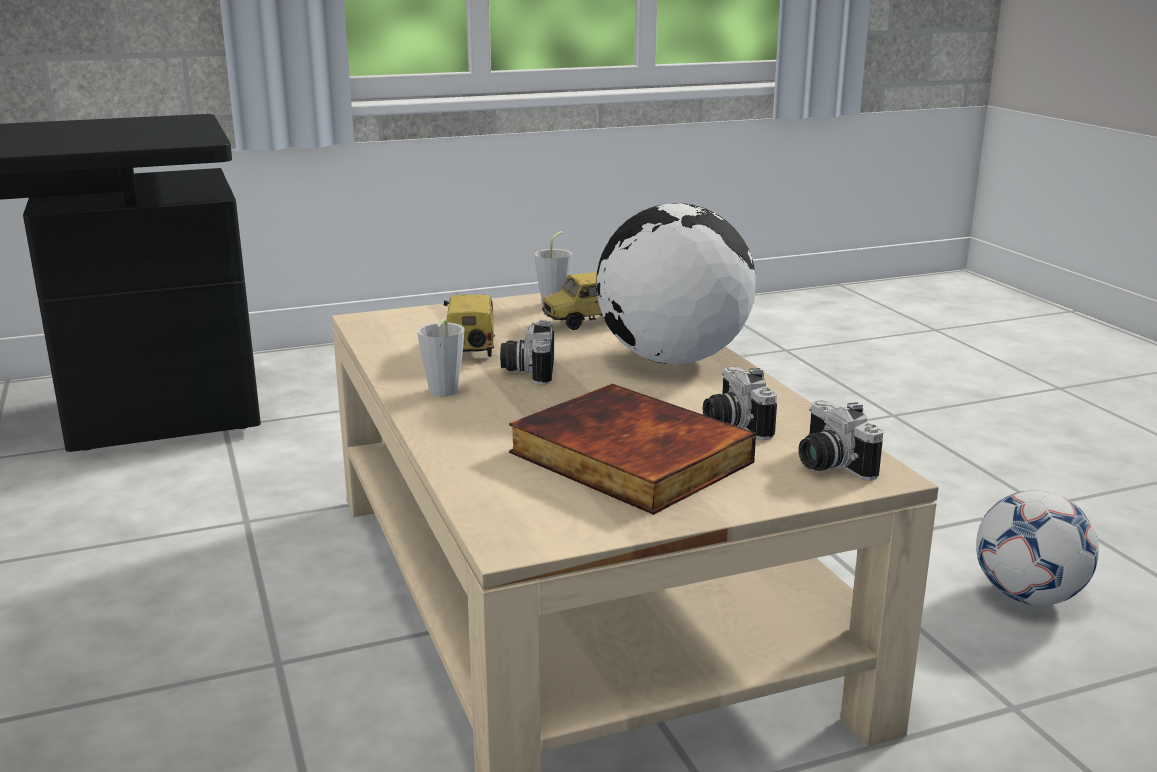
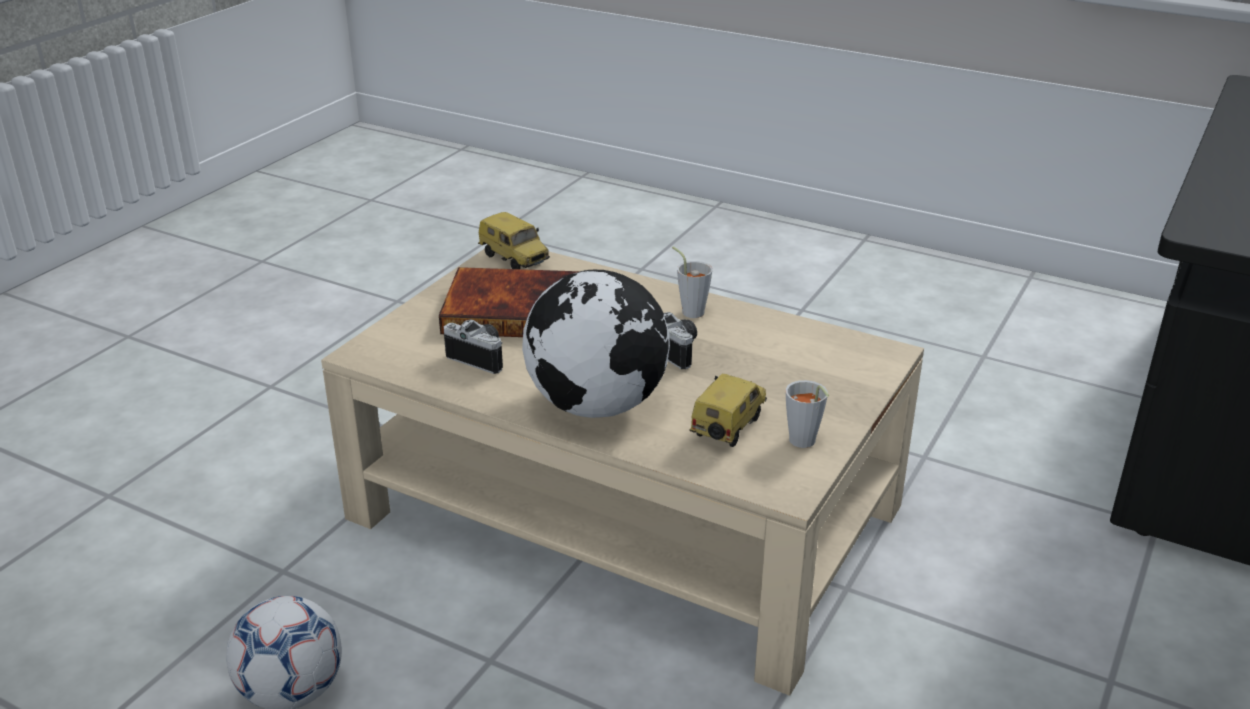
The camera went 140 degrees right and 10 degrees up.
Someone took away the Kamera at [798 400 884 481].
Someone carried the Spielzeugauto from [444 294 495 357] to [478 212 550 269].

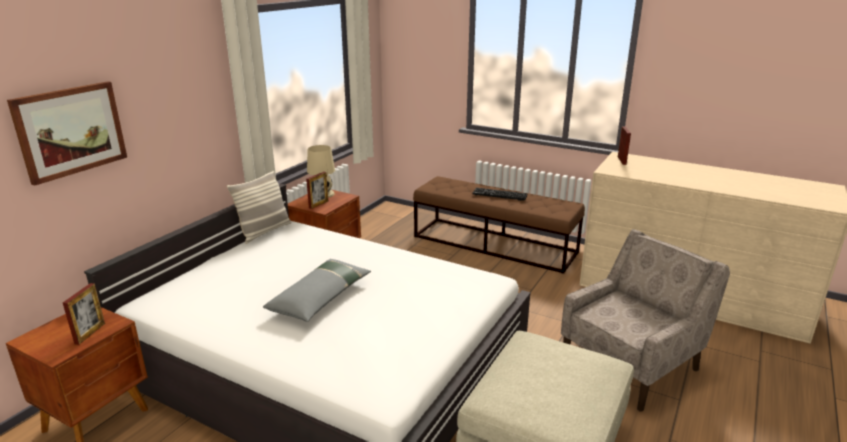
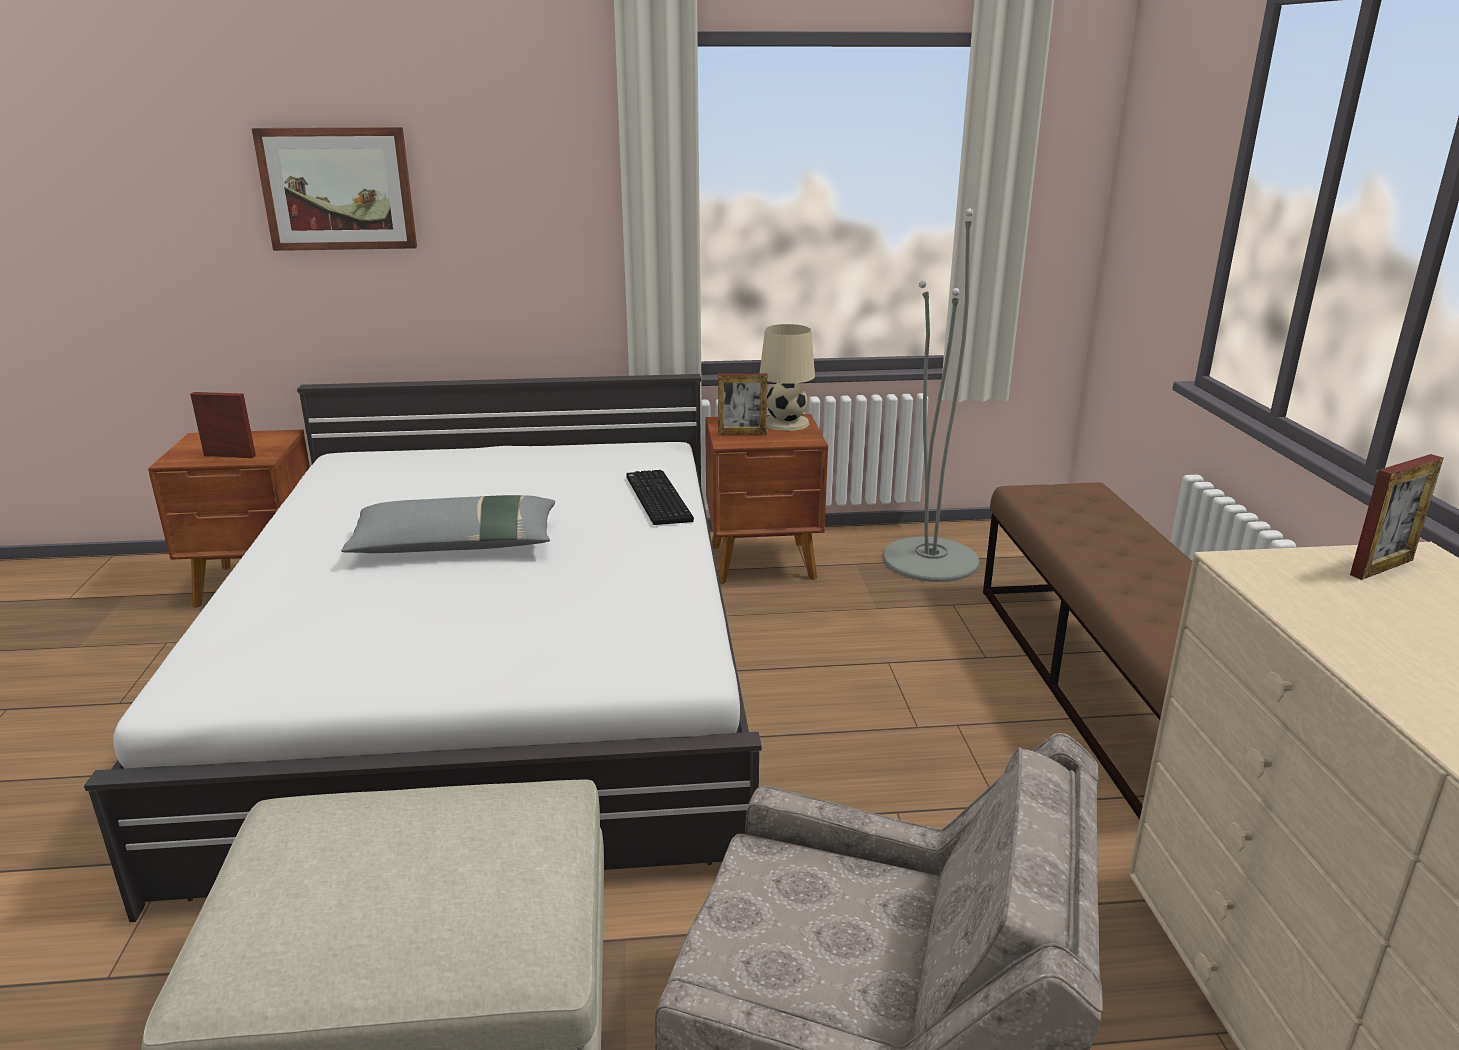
The camera went 55 degrees right and 0 degrees up.
Someone took away the Kissen at [227 170 292 244].
Someone put down the Stehlampe/grau at [883 208 979 582].
Someone carried the Tastatur from [473 188 527 201] to [627 470 694 525].
Someone rotated the Bilderrahmen at [63 283 105 345] by 150 degrees counterclockwise.

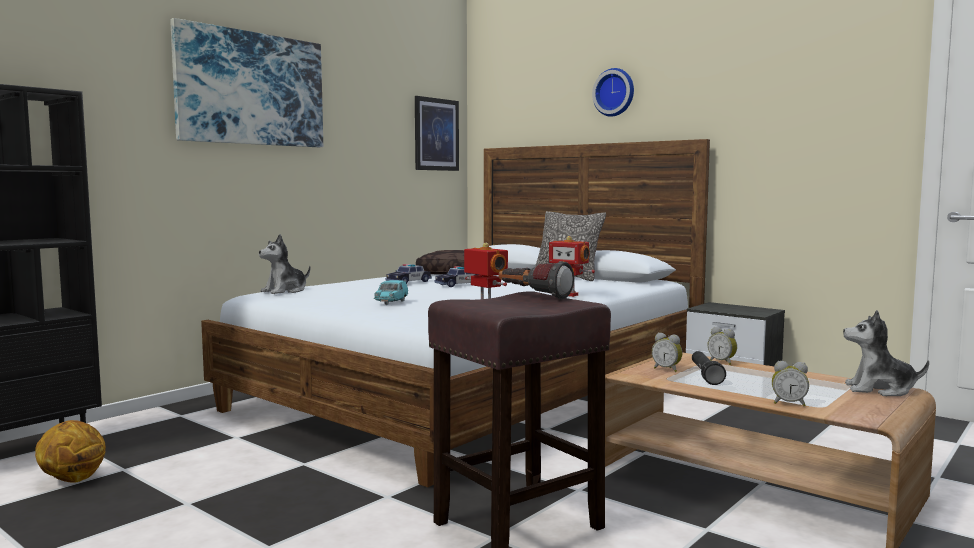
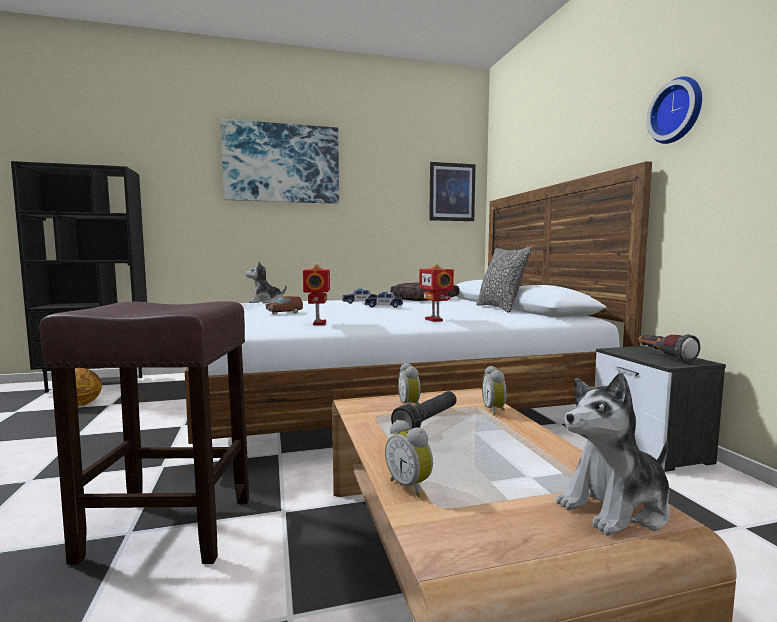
The camera went 35 degrees right and 0 degrees up.
Someone carried the Taschenlampe from [498 261 574 299] to [638 334 700 363].
Someone carried the Wanduhr from [592 68 634 117] to [646 76 702 144].
Someone repainted the Spielzeugauto/türkis at [374 280 408 305], which became the Spielzeugauto/braun at [265 296 303 314].
Someone rotated the Plüschtier at [843 310 929 396] by 75 degrees counterclockwise.

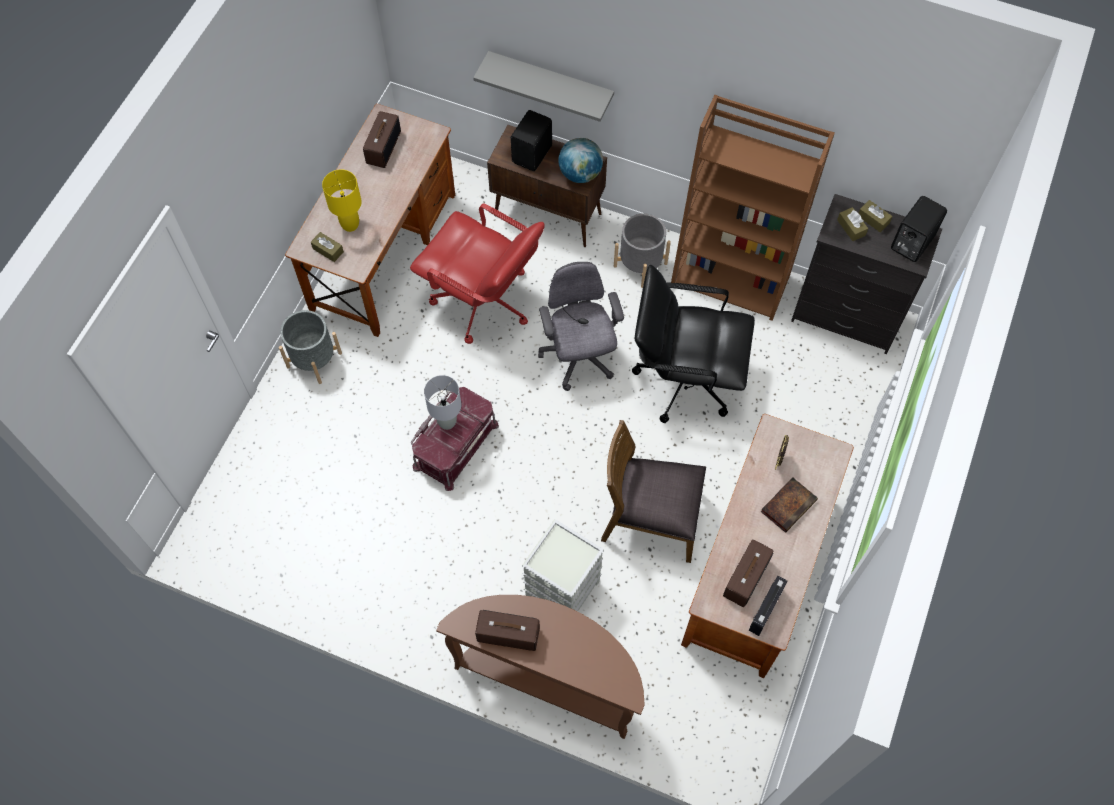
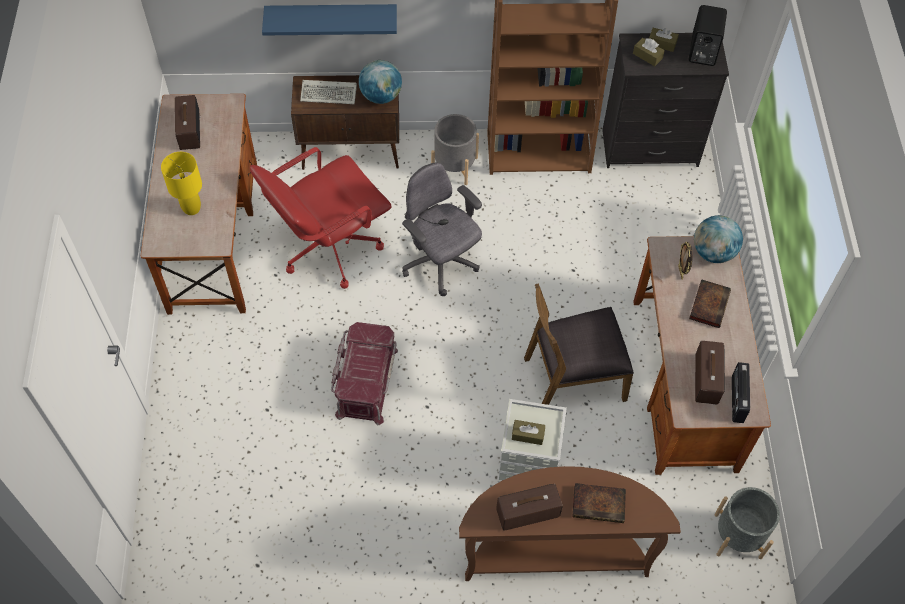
The camera went 25 degrees left and 5 degrees down.
Someone took away the Tischlampe/grau at [424 375 461 430].
Someone took away the Bürostuhl/schwarz at [632 265 755 423].
Someone put down the Buch at [573 483 626 523].
Someone put down the Globus at [694 215 743 263].
Someone carried the Pflanzkübel/grau from [279 310 342 384] to [714 487 780 559].
Someone carried the Taschentuchbox/braun from [311 232 344 262] to [512 420 545 445].
Someone swapped the Lautsprecher/schwarz at [511 110 552 171] for the Tastatur at [300 80 357 104].
Someone repainted the Wandregal/grau at [473 51 614 122], which became the Wandregal/blau at [262 4 397 36].
Someone rotated the Bürostuhl/rot at [410 204 545 344] by 135 degrees clockwise.

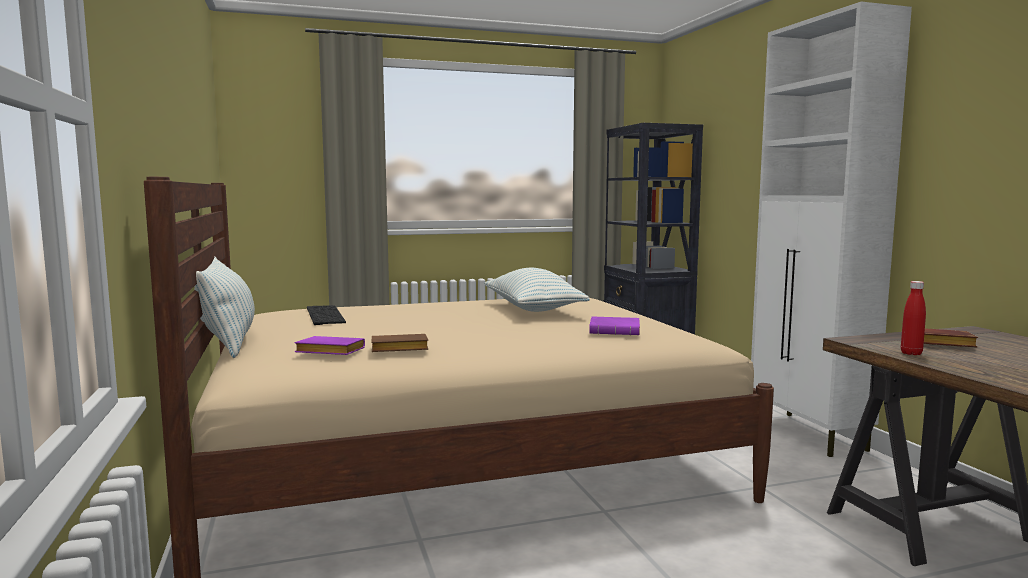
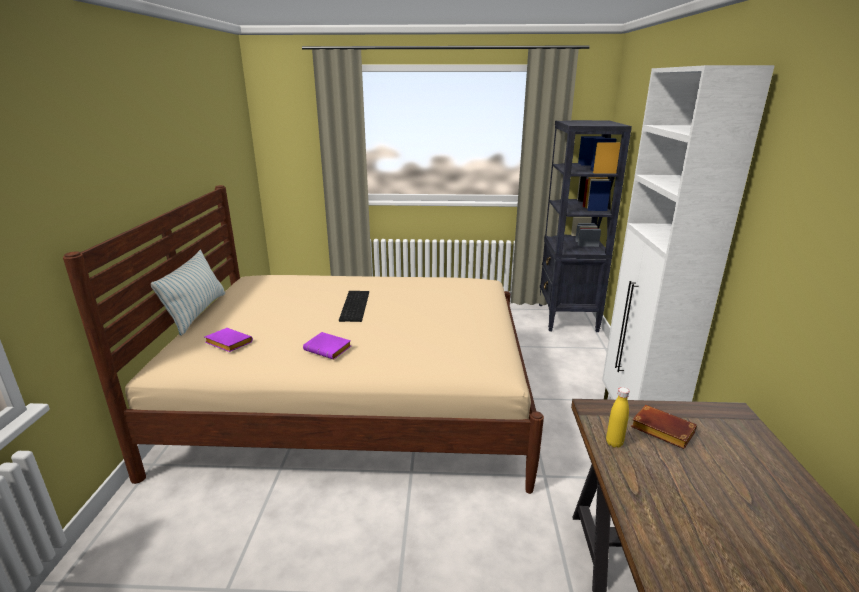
The camera went 20 degrees right and 15 degrees up.
Someone took away the Buch/braun at [372 334 428 352].
Someone took away the Kissen at [484 268 590 312].
Someone carried the Tastatur from [307 305 346 325] to [339 291 369 322].
Someone carried the Buch/lila from [589 317 640 335] to [303 332 351 360].
Someone repainted the Flasche/rot at [901 281 926 355], which became the Flasche/gelb at [606 387 629 448].

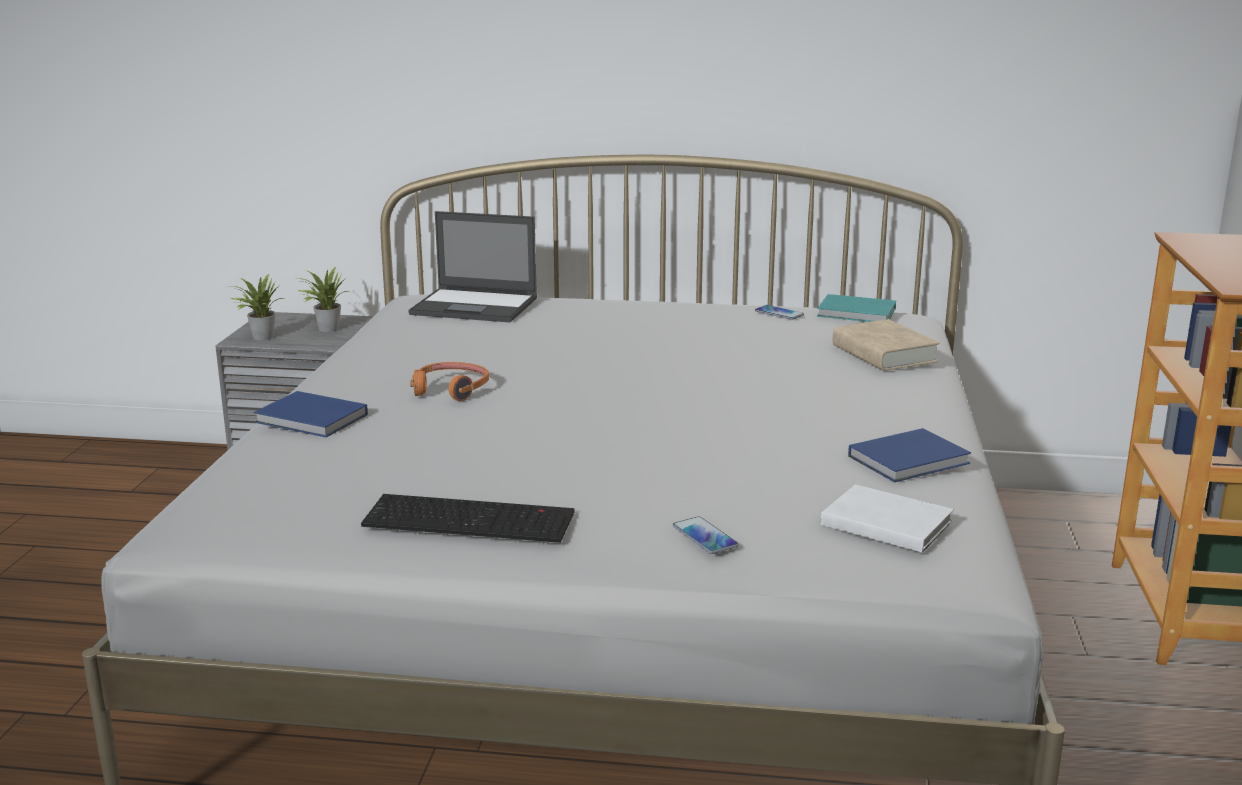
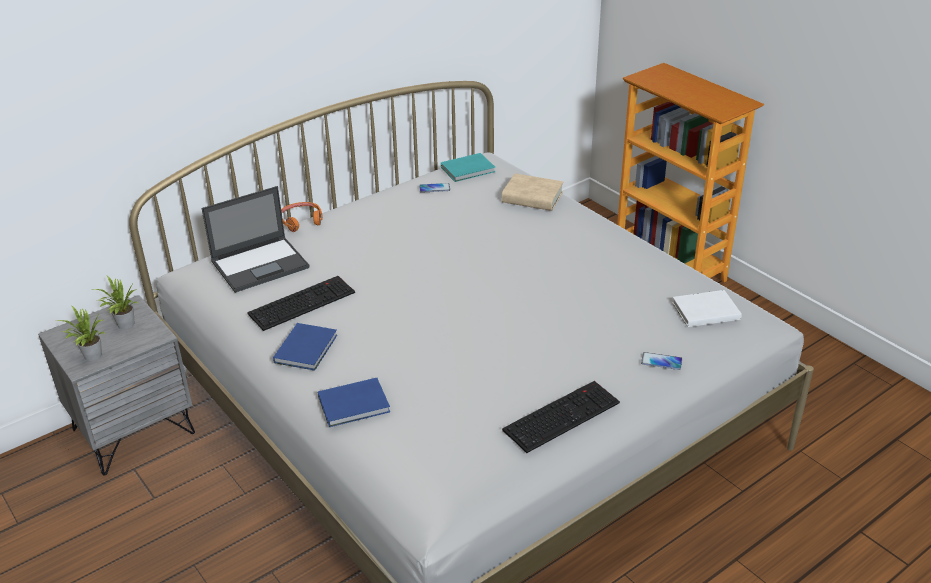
The camera went 45 degrees left and 15 degrees up.
Someone put down the Tastatur at [247 276 355 331].
Someone carried the Kopfhörer/orange from [410 362 489 402] to [281 202 323 232].
Someone carried the Buch/blau from [848 428 971 482] to [273 323 337 371].

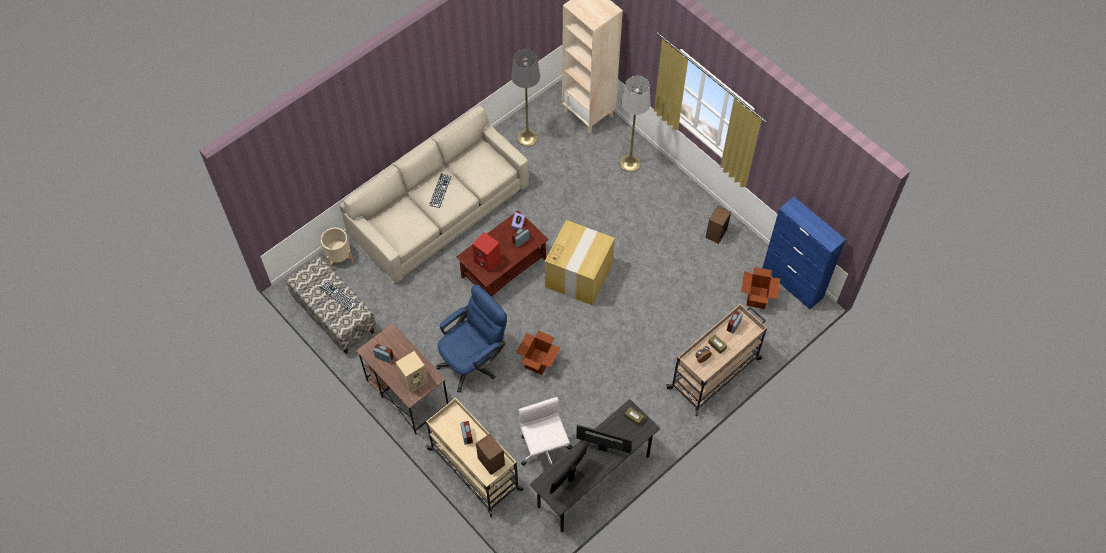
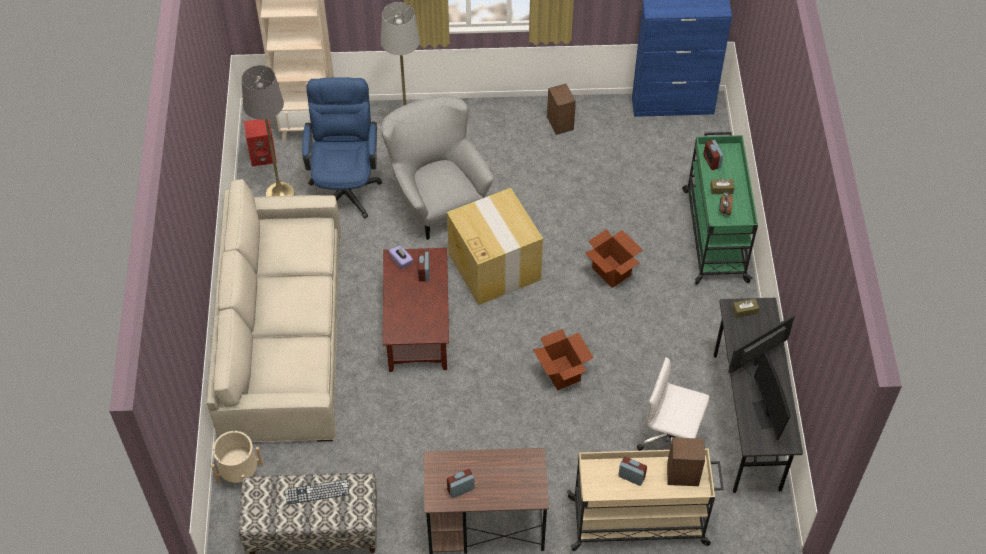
The camera went 50 degrees left and 5 degrees down.
Someone took away the Lautsprecher/beige at [396 351 428 393].
Someone took away the Tastatur at [429 173 451 208].
Someone put down the Sessel/grau at [382 95 494 240].
Someone carried the Bürostuhl/blau from [436 285 507 393] to [302 77 382 219].
Someone carried the Lautsprecher/rot from [472 232 501 273] to [244 119 277 167].
Someone carried the Karton from [741 267 780 309] to [585 229 643 288].
Someone repainted the Rollwagen/beige at [666 304 767 416], which became the Rollwagen/grün at [682 132 758 285].

